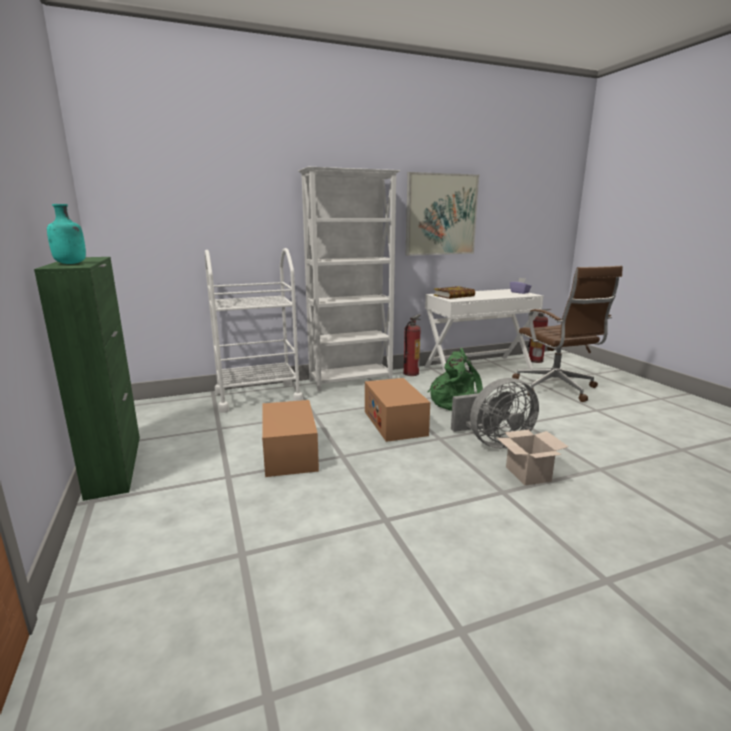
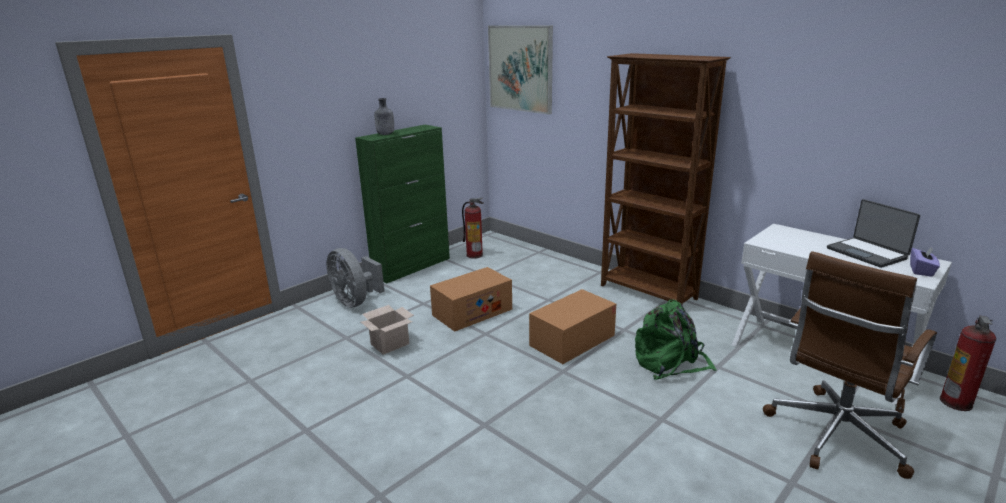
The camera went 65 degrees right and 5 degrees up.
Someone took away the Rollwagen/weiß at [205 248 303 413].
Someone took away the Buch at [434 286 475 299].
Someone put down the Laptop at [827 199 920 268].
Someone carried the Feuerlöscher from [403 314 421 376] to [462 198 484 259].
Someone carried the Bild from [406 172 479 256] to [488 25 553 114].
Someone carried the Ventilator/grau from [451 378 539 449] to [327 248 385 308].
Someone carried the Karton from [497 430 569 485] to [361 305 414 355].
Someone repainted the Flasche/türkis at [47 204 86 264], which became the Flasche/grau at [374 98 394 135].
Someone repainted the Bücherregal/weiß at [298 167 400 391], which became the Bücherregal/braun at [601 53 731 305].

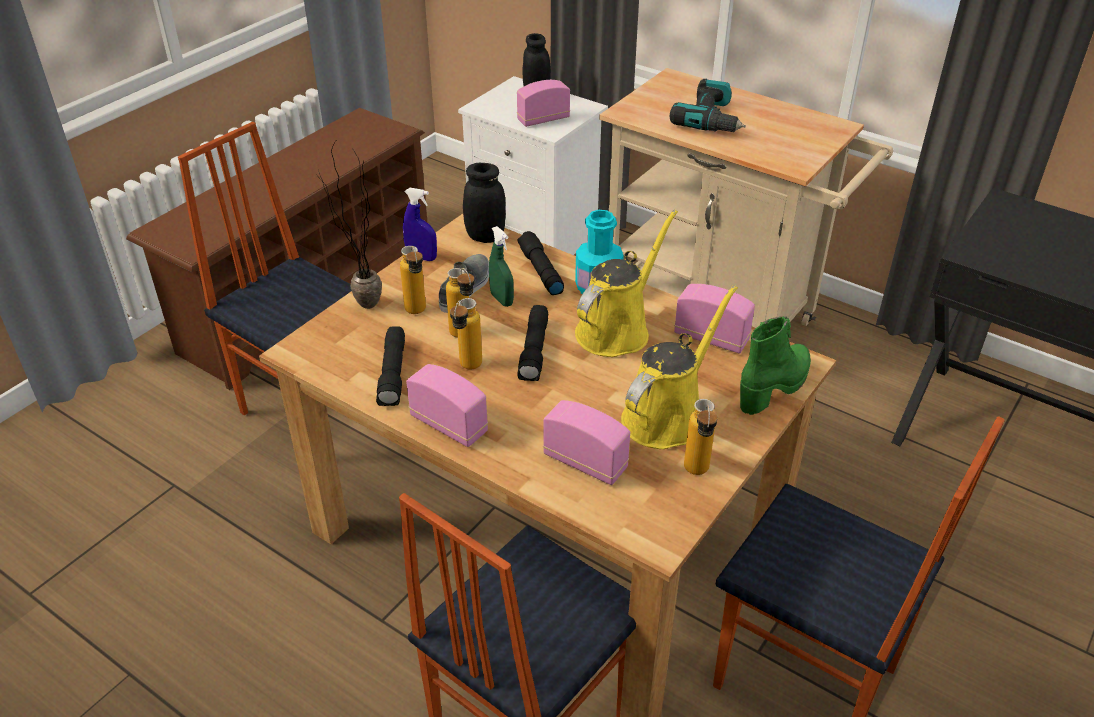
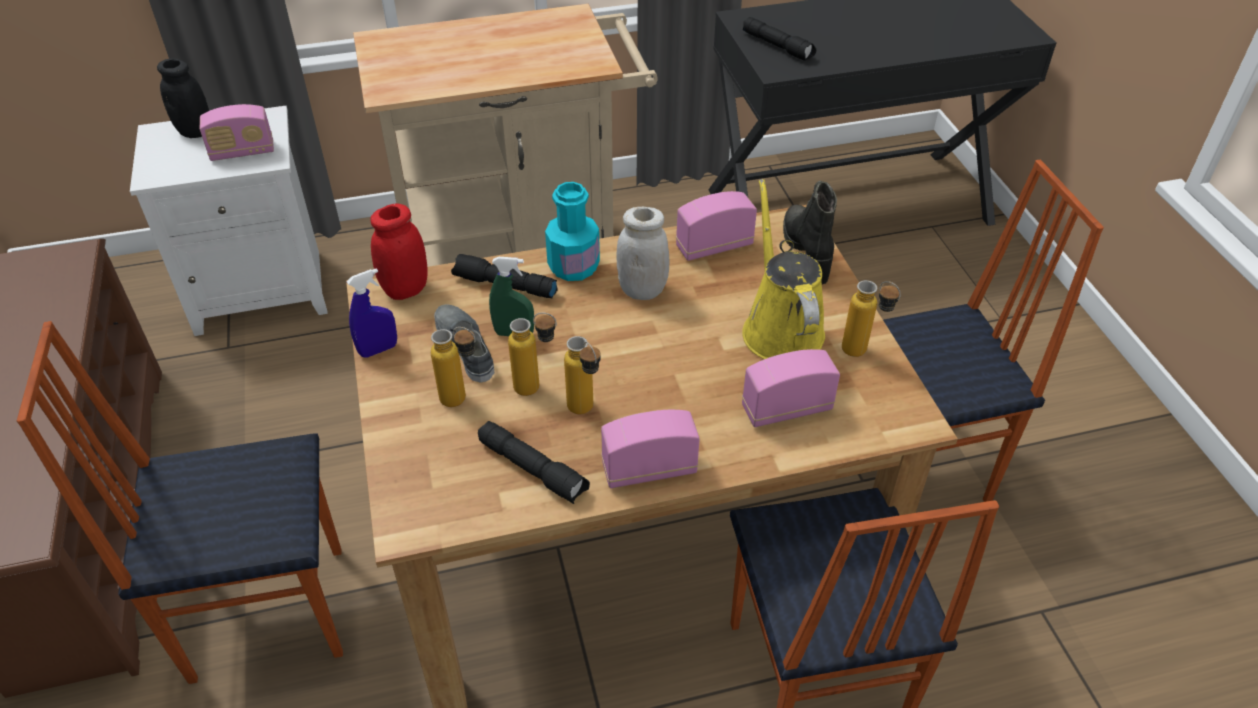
The camera went 50 degrees left and 5 degrees up.
Someone took away the Topfpflanze at [318 141 382 309].
Someone took away the Bohrmaschine at [670 79 746 132].
Someone carried the Taschenlampe/schwarz from [517 305 548 381] to [743 17 816 61].
Someone swapped the Gießkanne/gelb at [575 210 678 357] for the Vorratsglas/weiß at [617 207 669 300].
Someone repainted the Vorratsglas/schwarz at [463 163 506 243], which became the Vorratsglas/rot at [370 204 428 300].
Someone repainted the Stiefel/grün at [740 316 811 415], which became the Stiefel/schwarz at [783 180 837 285].
Someone rotated the Radio at [517 80 570 127] by 120 degrees counterclockwise.

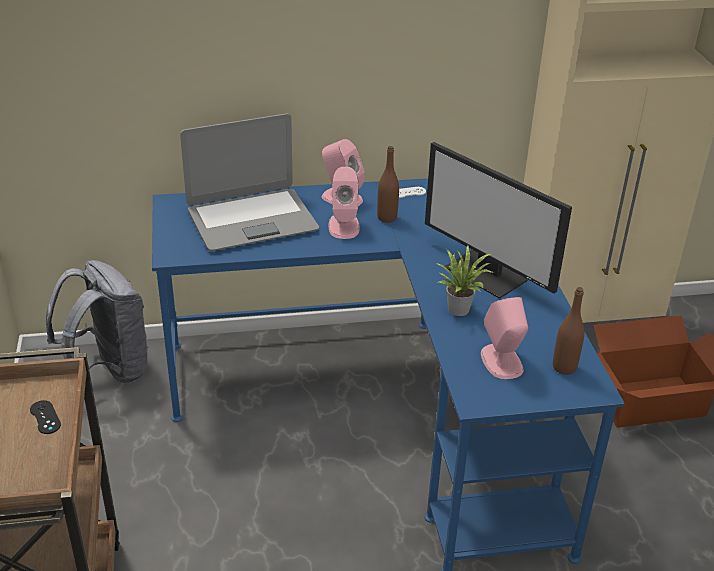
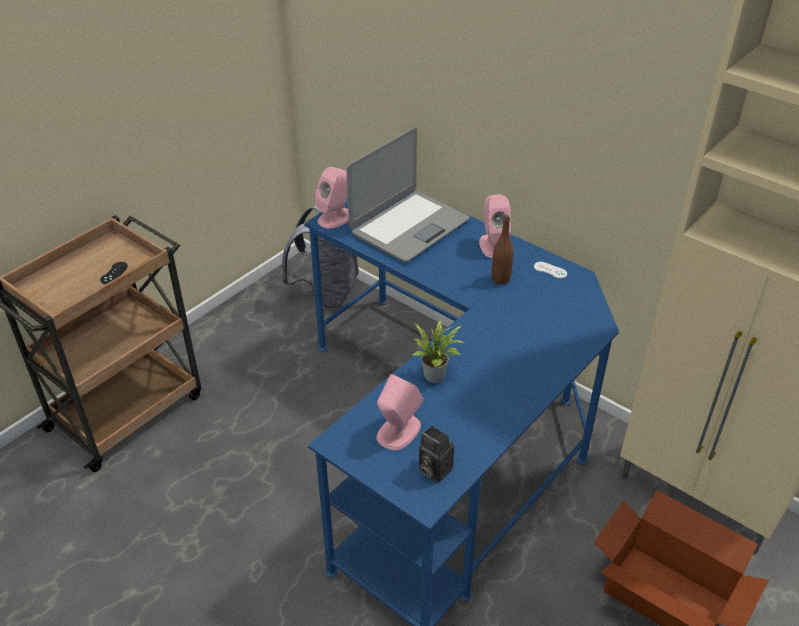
The camera went 50 degrees right and 5 degrees up.
Someone took away the Monitor at [425 142 572 299].
Someone carried the Lautsprecher/rosa from [328 166 360 239] to [315 167 349 229].
Someone swapped the Flasche/braun at [553 287 584 375] for the Kamera at [419 426 454 483].
Someone rotated the Laptop at [180 114 319 251] by 75 degrees counterclockwise.

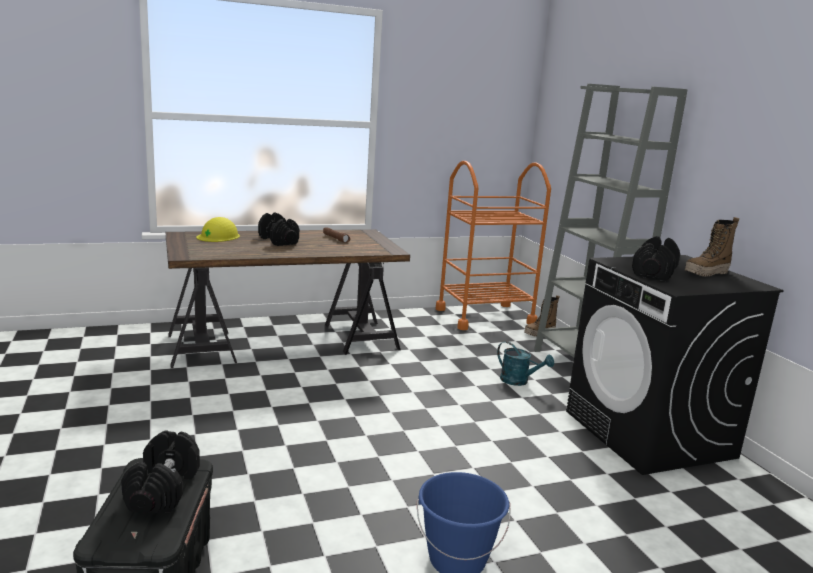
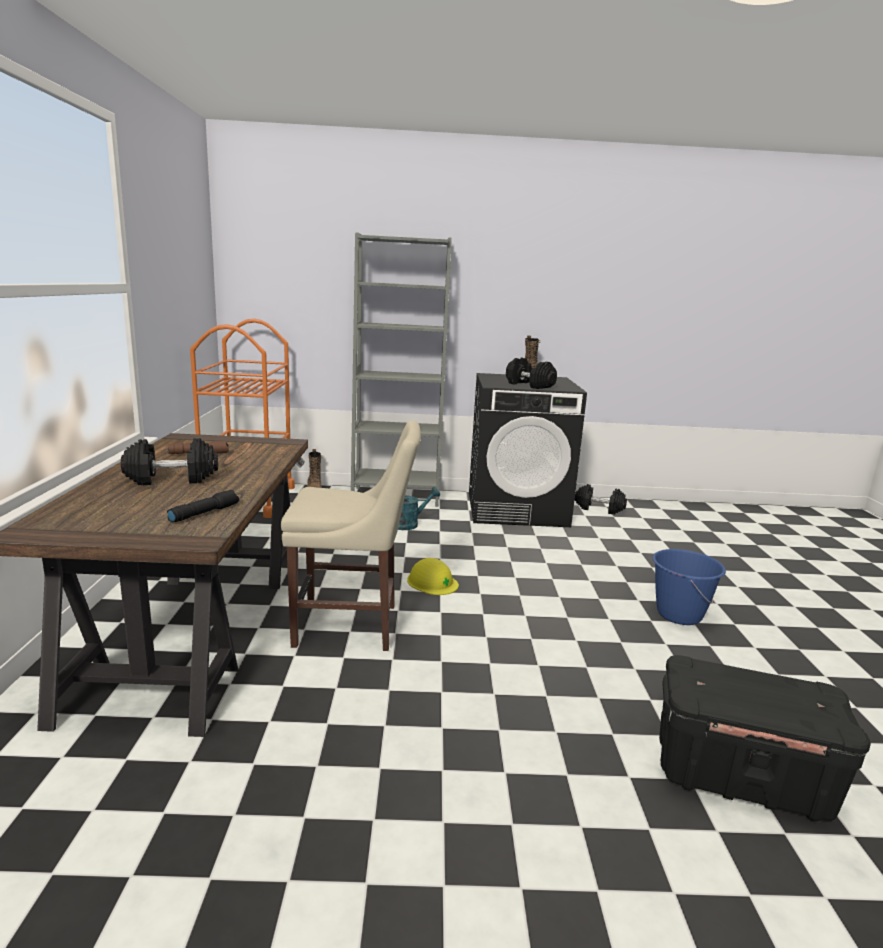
The camera went 70 degrees left and 0 degrees up.
Someone put down the Taschenlampe/schwarz at [167 490 239 522].
Someone put down the Stuhl/beige at [281 421 421 651].
Someone carried the Hantel/schwarz from [121 430 200 514] to [575 484 627 514].
Someone carried the Schutzhelm/gelb from [196 217 240 242] to [407 558 459 595].

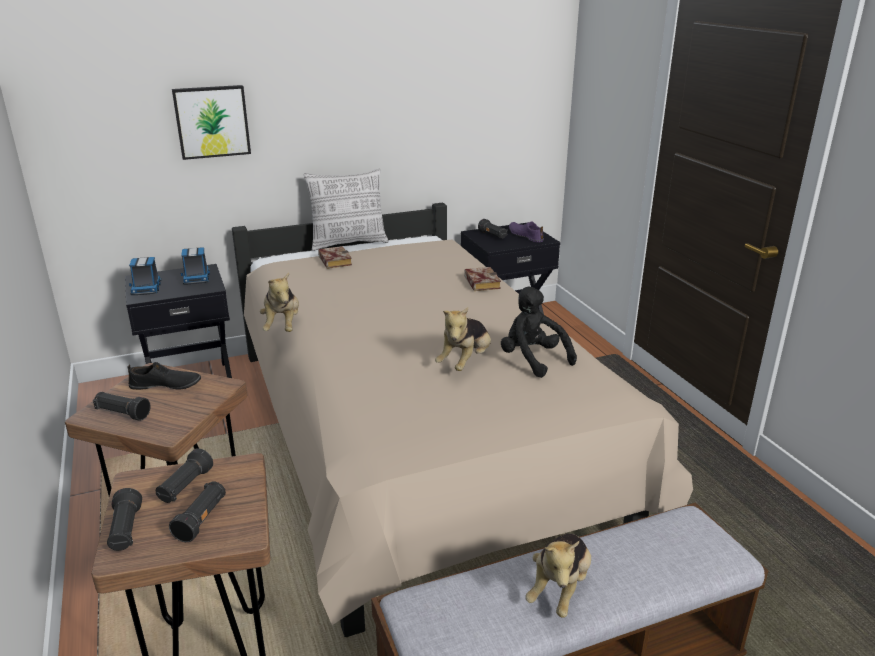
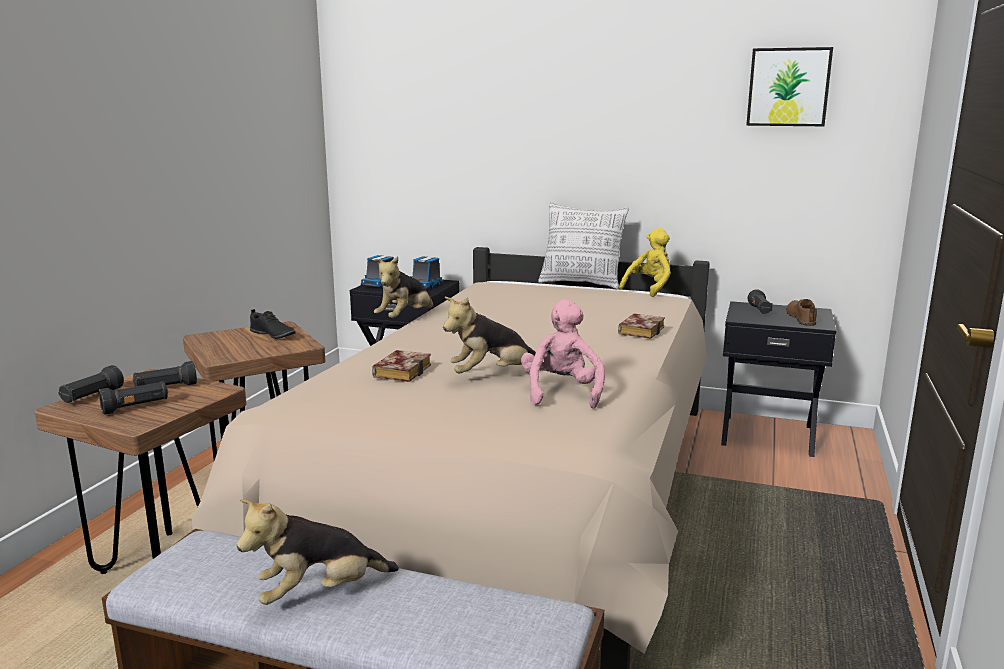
The camera went 40 degrees right and 10 degrees down.
Someone took away the Taschenlampe/schwarz at [93 392 151 421].
Someone put down the Plüschtier/gelb at [619 228 671 297].
Someone carried the Bild from [172 85 251 160] to [746 47 833 126].
Someone carried the Buch from [318 246 352 269] to [372 350 431 382].
Someone repainted the Plüschtier/schwarz at [501 286 577 378], which became the Plüschtier/rosa at [521 299 605 409].
Someone repainted the Schuh/lila at [509 221 544 243], which became the Schuh/braun at [786 299 817 326].

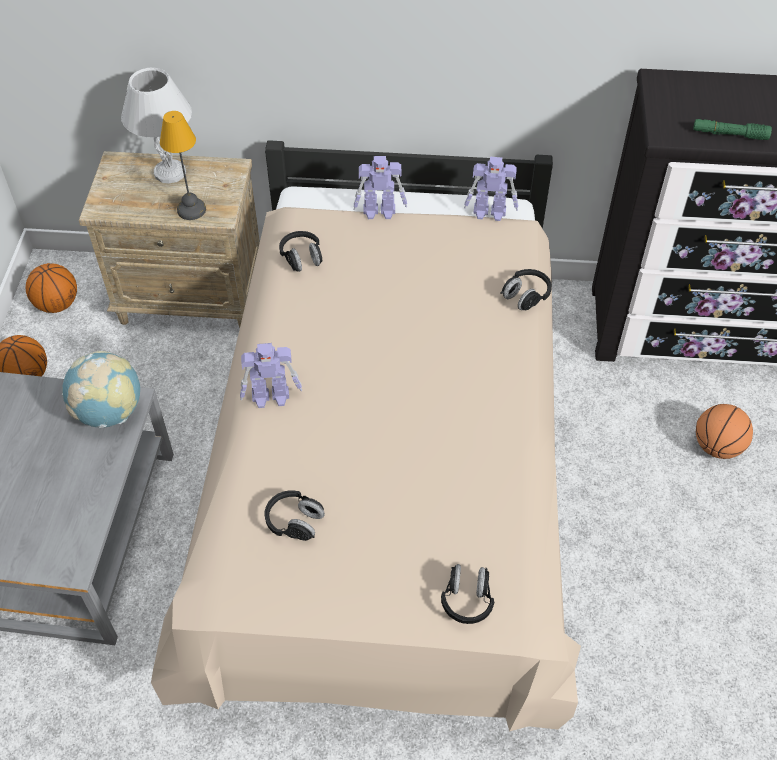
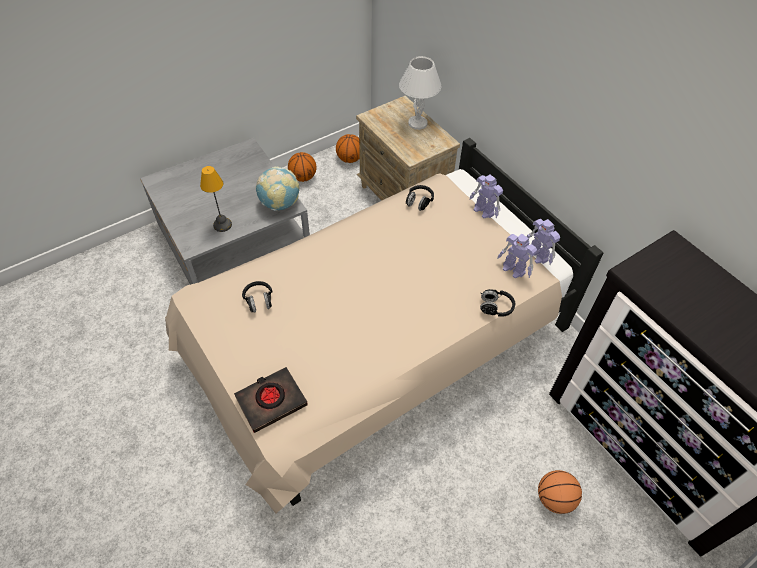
The camera went 50 degrees right and 0 degrees up.
Someone took away the Taschenlampe/grün at [693 119 772 140].
Someone carried the Tischlampe from [160 111 206 220] to [200 166 232 232].
Someone carried the Spielzeugroboter from [240 343 302 408] to [497 234 537 278].
Someone swapped the Kopfhörer/schwarz at [441 564 494 624] for the Buch/schwarz at [234 367 308 433].

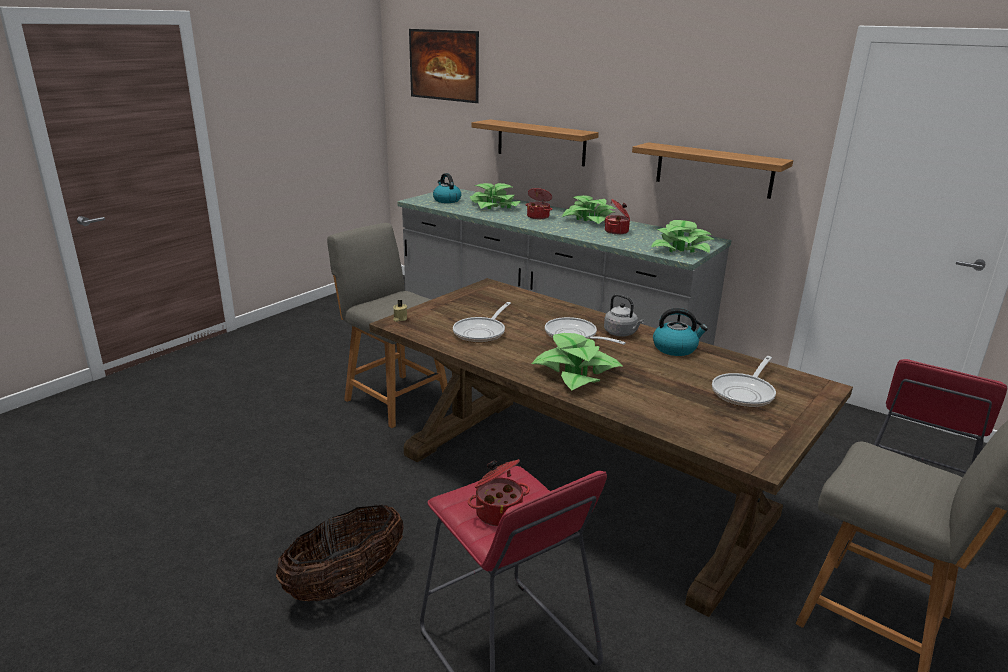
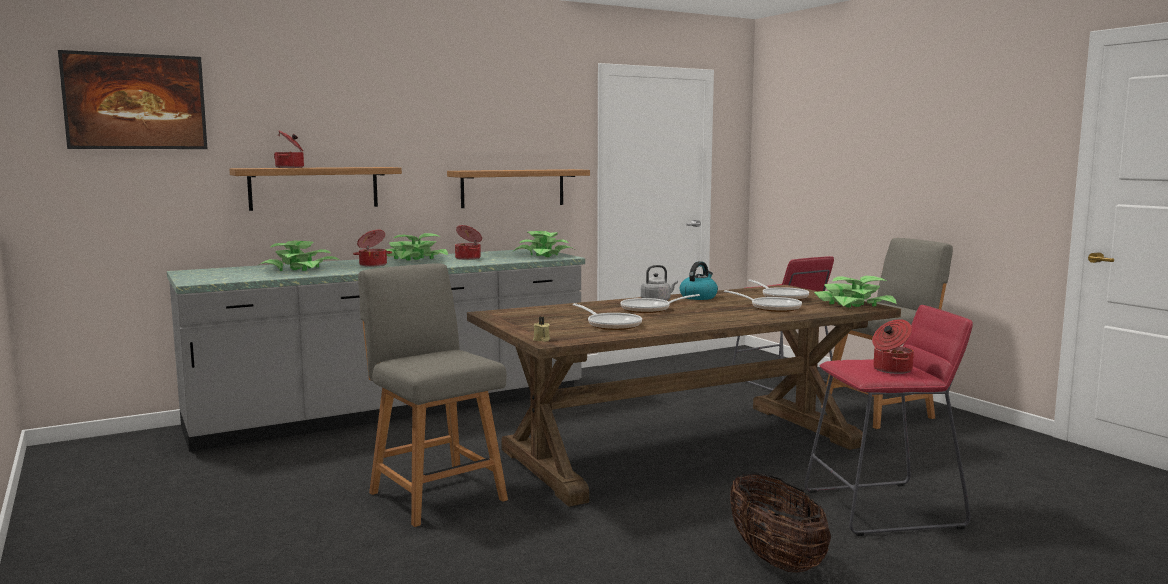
The camera went 65 degrees left and 15 degrees down.
Someone took away the Wasserkessel at [433 173 461 203].
Someone put down the Kochtopf at [274 131 304 168].
Someone put down the Pfanne at [724 290 802 312].
Someone carried the Topfpflanze from [531 333 622 390] to [814 276 897 307].
Someone rotated the Stuhl/grau at [327 223 448 428] by 75 degrees clockwise.

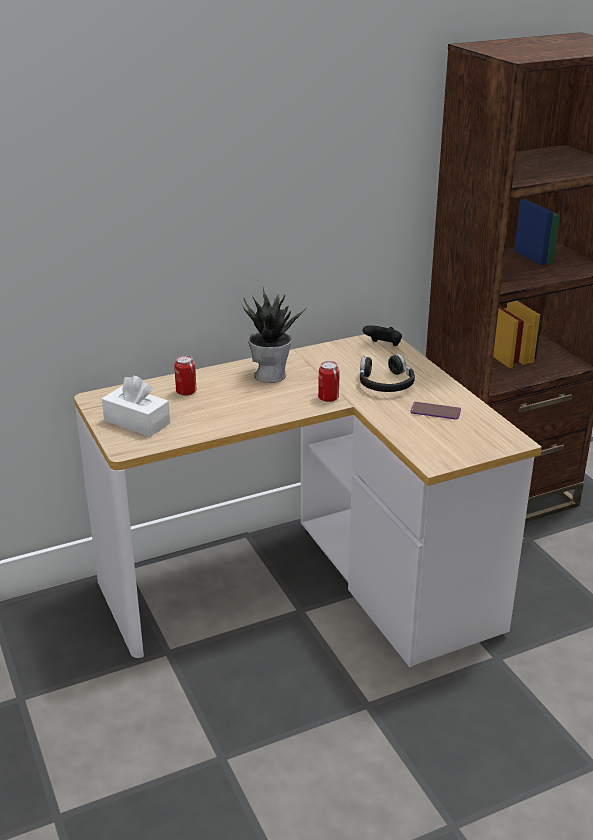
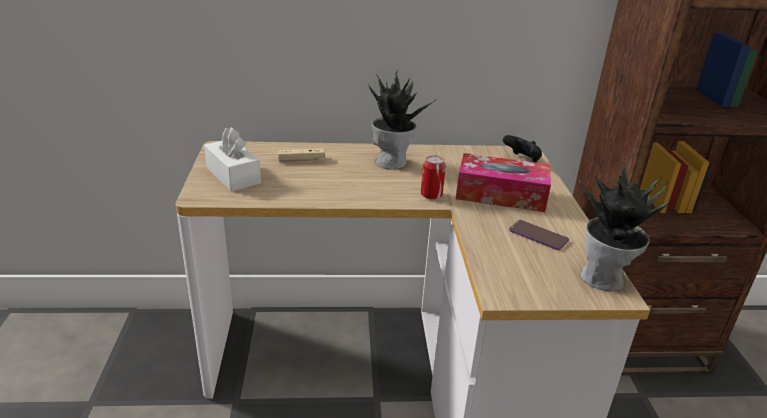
The camera went 20 degrees right and 0 degrees up.
Someone put down the Topfpflanze at [579 157 669 291].
Someone swapped the Dose at [174 355 197 396] for the Gamepad/beige at [278 148 325 162].
Someone swapped the Kopfhörer/schwarz at [360 354 415 392] for the Taschentuchbox at [456 153 551 212].

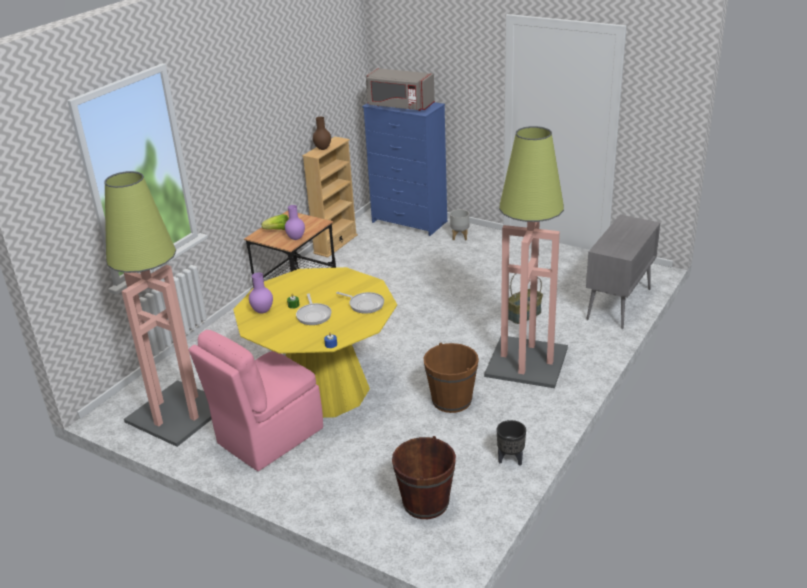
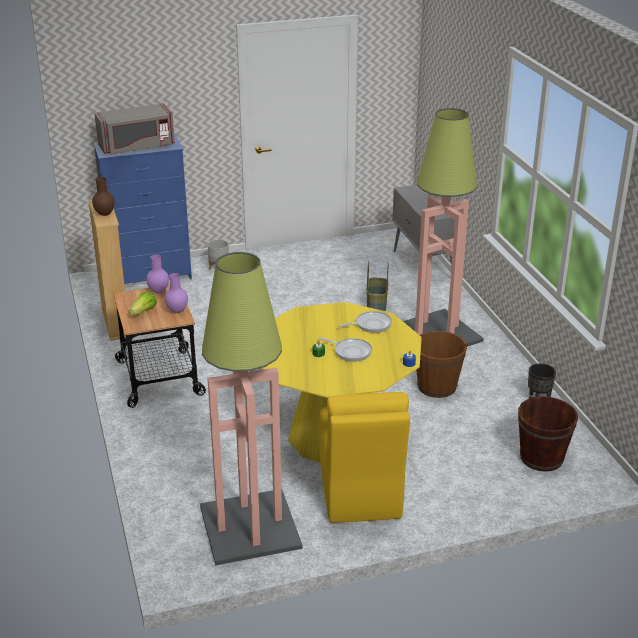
The camera went 50 degrees left and 0 degrees up.
Someone carried the Vase/lila from [249 273 273 313] to [146 255 169 294].
Someone repainted the Stuhl/rosa at [189 330 323 471], which became the Stuhl/gelb at [319 392 410 523].

